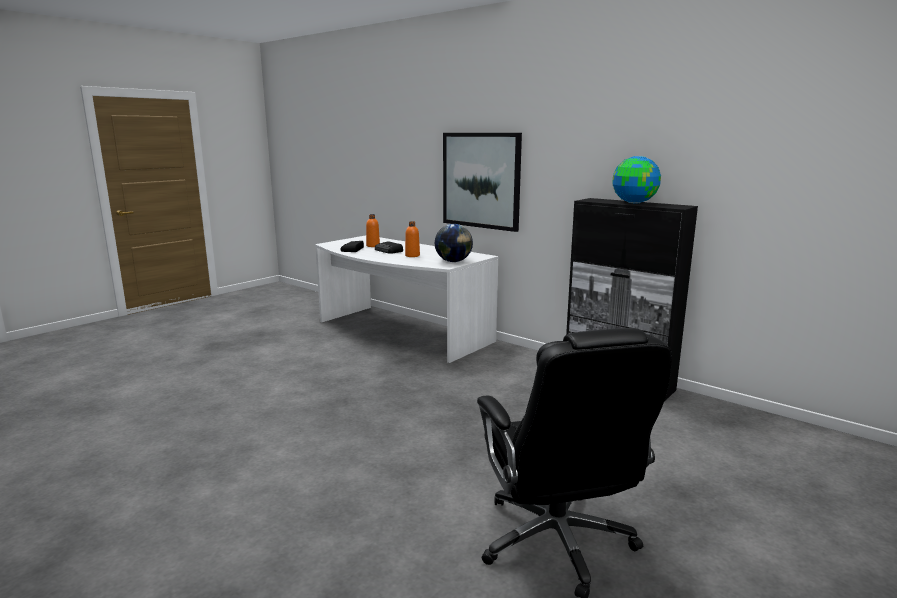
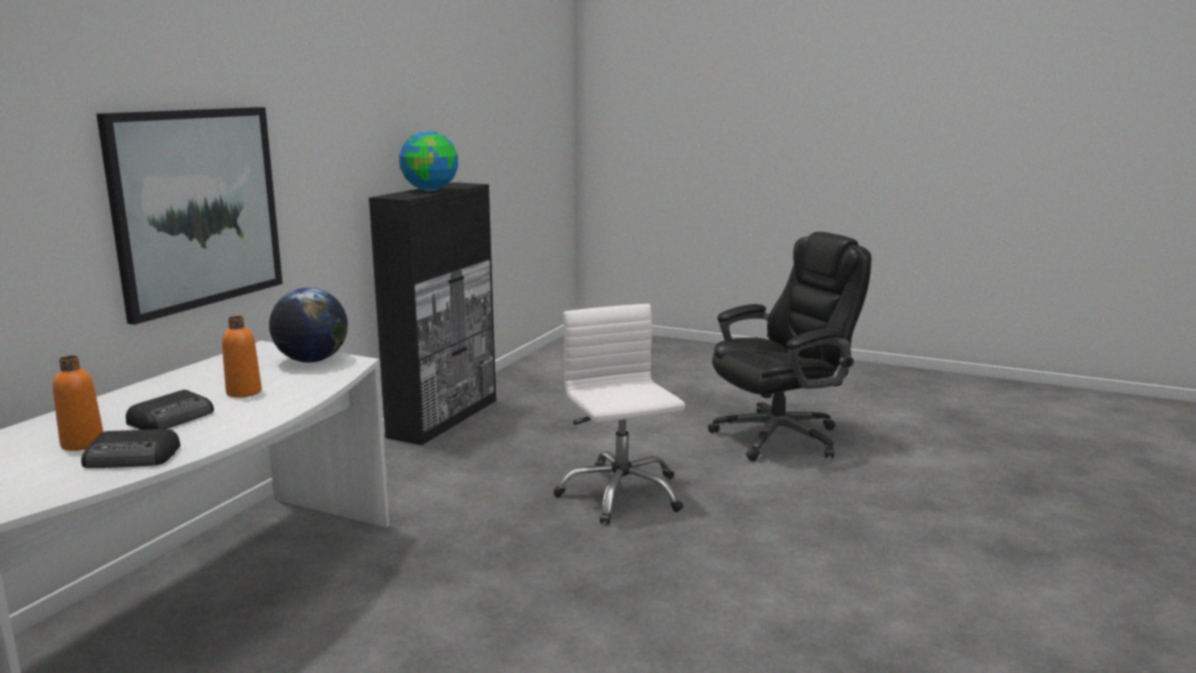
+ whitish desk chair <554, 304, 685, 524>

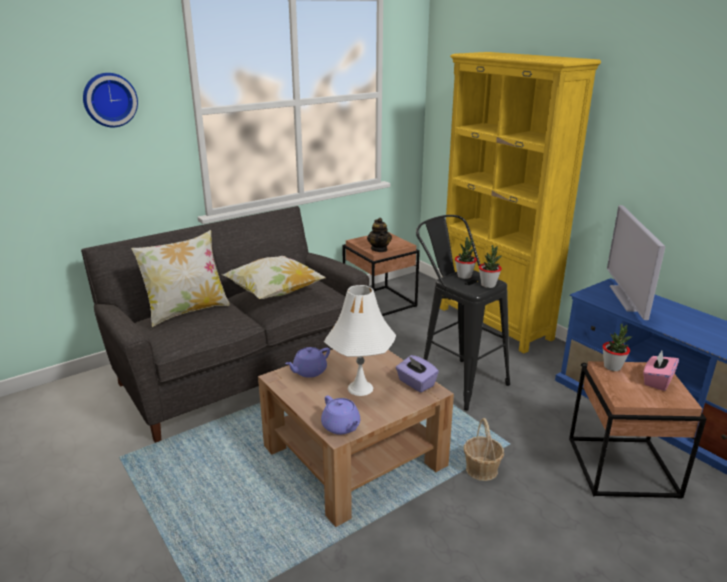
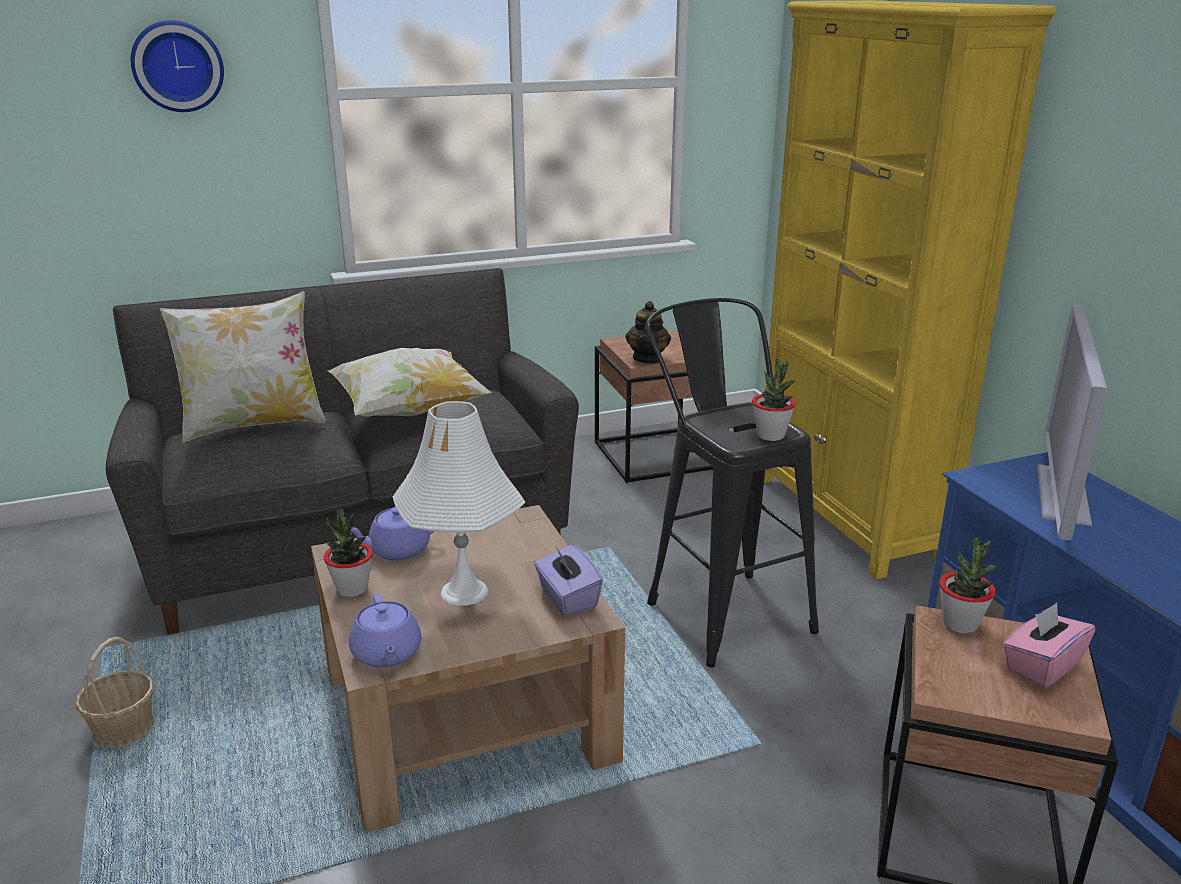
~ houseplant <455, 237, 477, 279> to <324, 509, 373, 597>
~ basket <464, 418, 504, 481> to <76, 637, 154, 747>

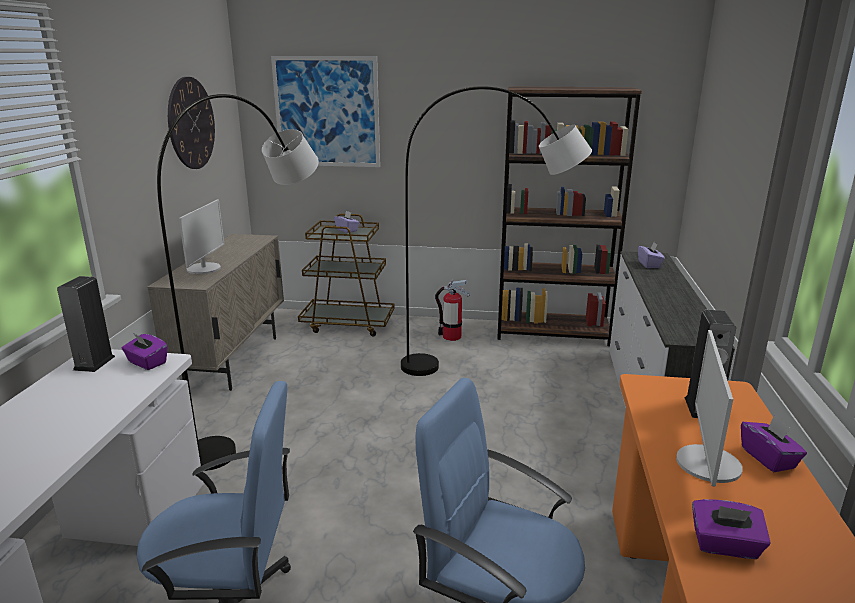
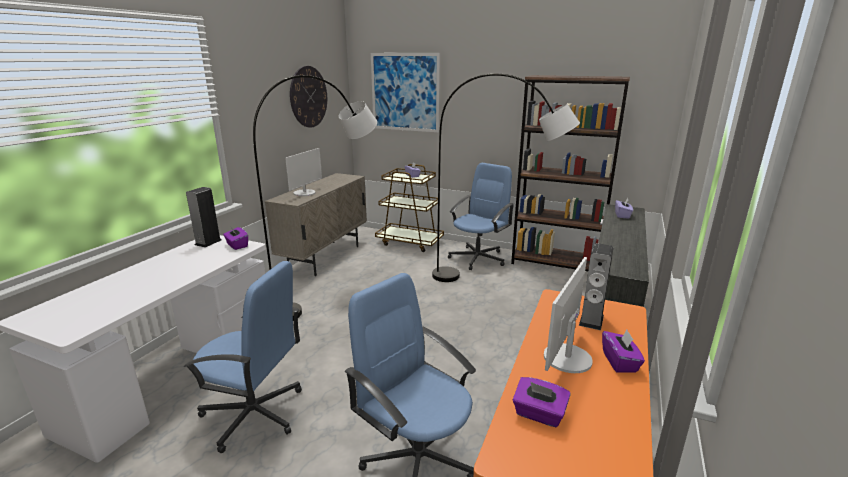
~ extinguisher <435, 280, 470, 341> to blue desk chair <448, 163, 514, 270>

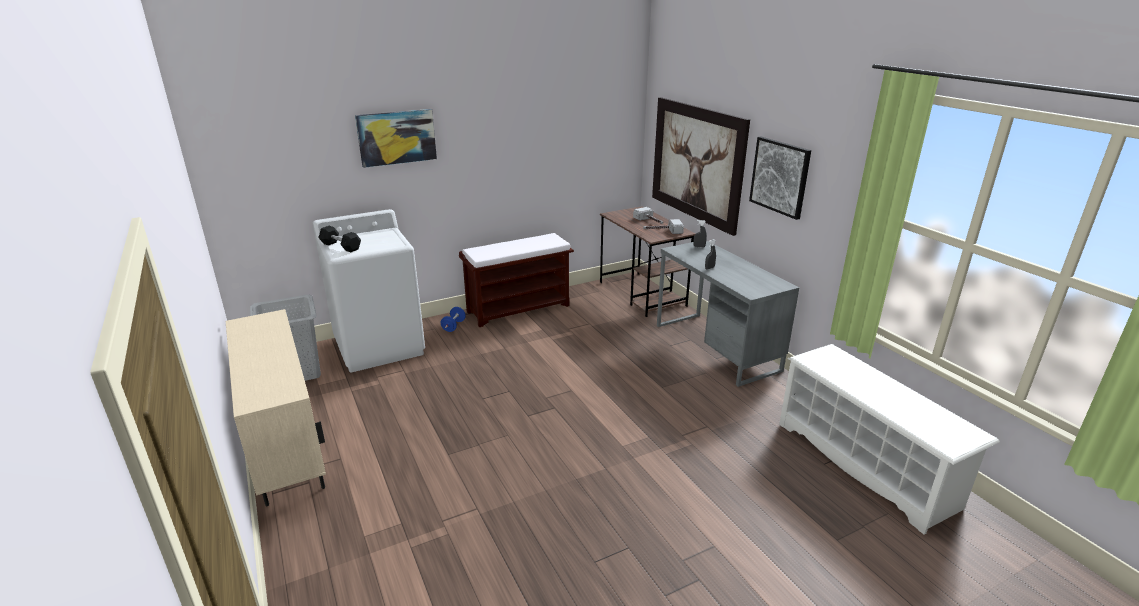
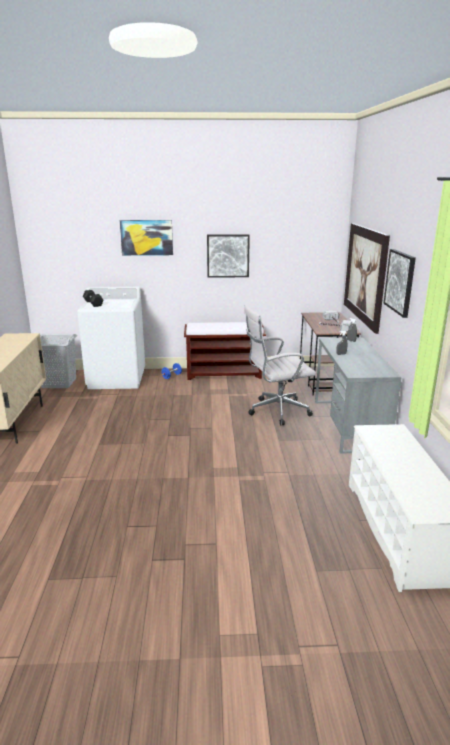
+ wall picture <207, 234, 250, 278>
+ whitish desk chair <244, 305, 316, 425>

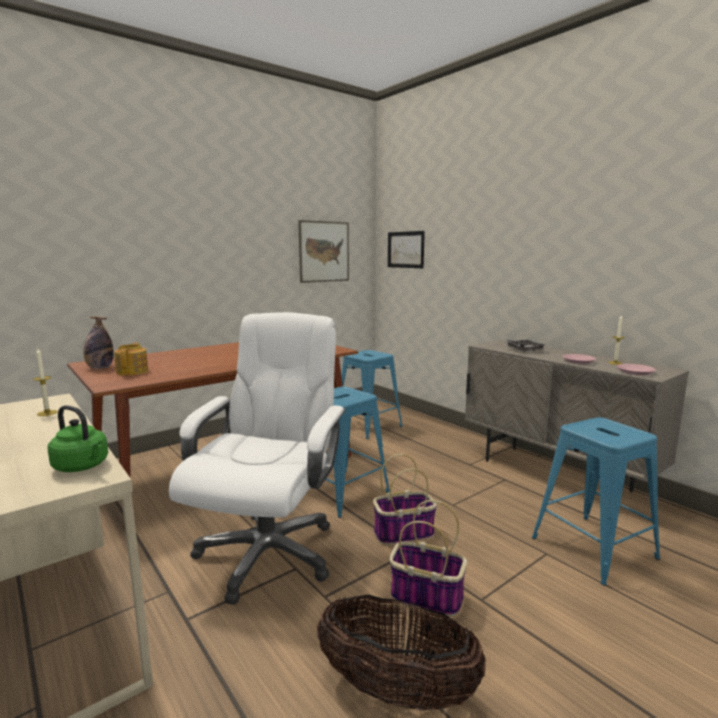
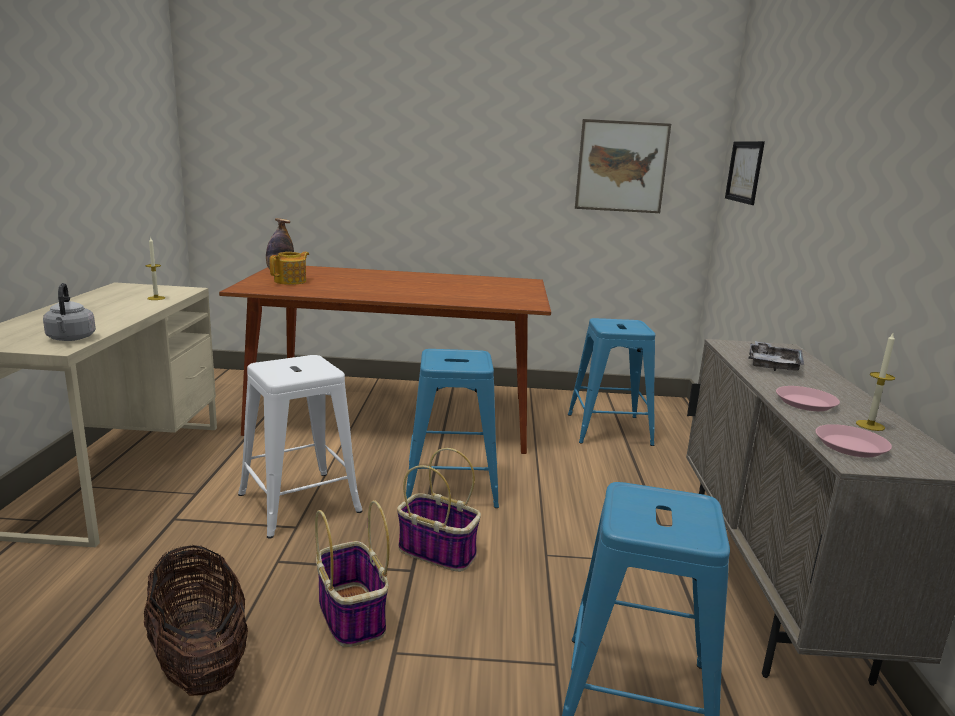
~ whitish desk chair <169, 312, 346, 605> to whitish sitting stool <238, 355, 363, 539>
~ green tea kettle <47, 405, 108, 472> to gray tea kettle <43, 283, 96, 341>

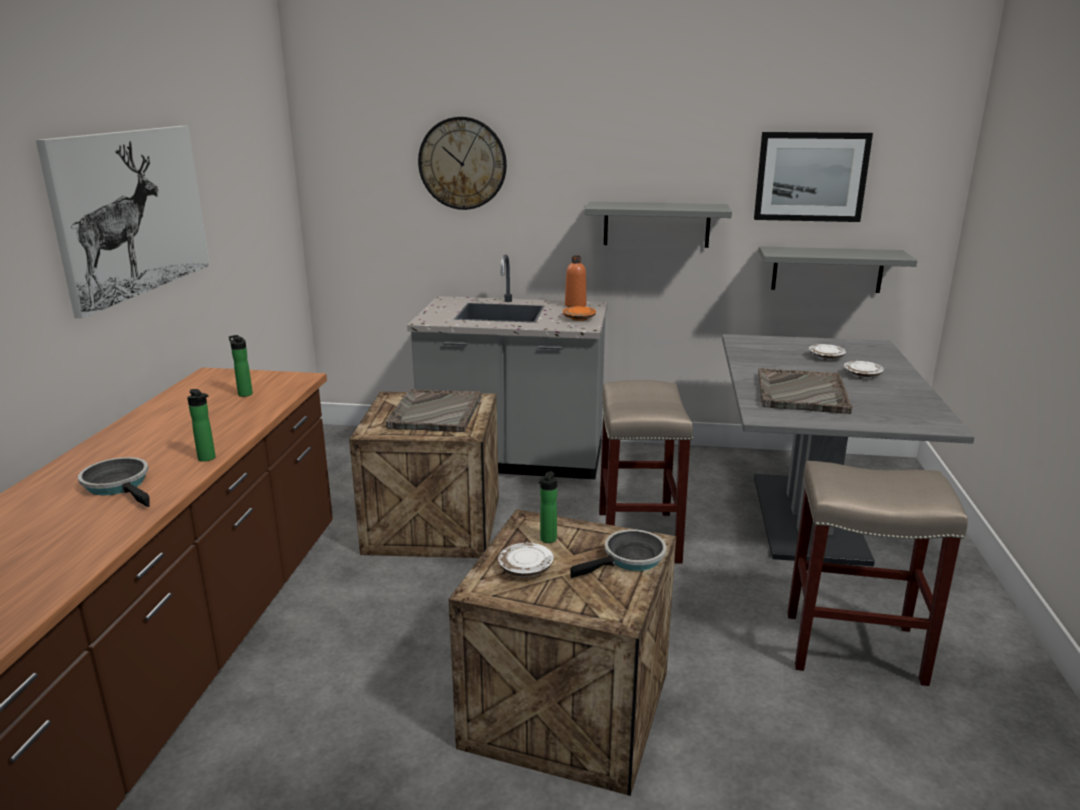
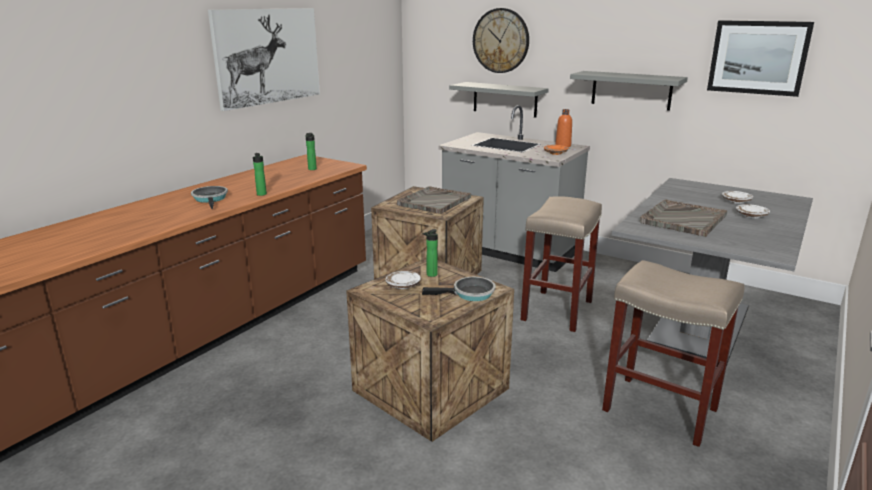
~ gray shelf <759, 246, 917, 293> to <449, 82, 549, 118>

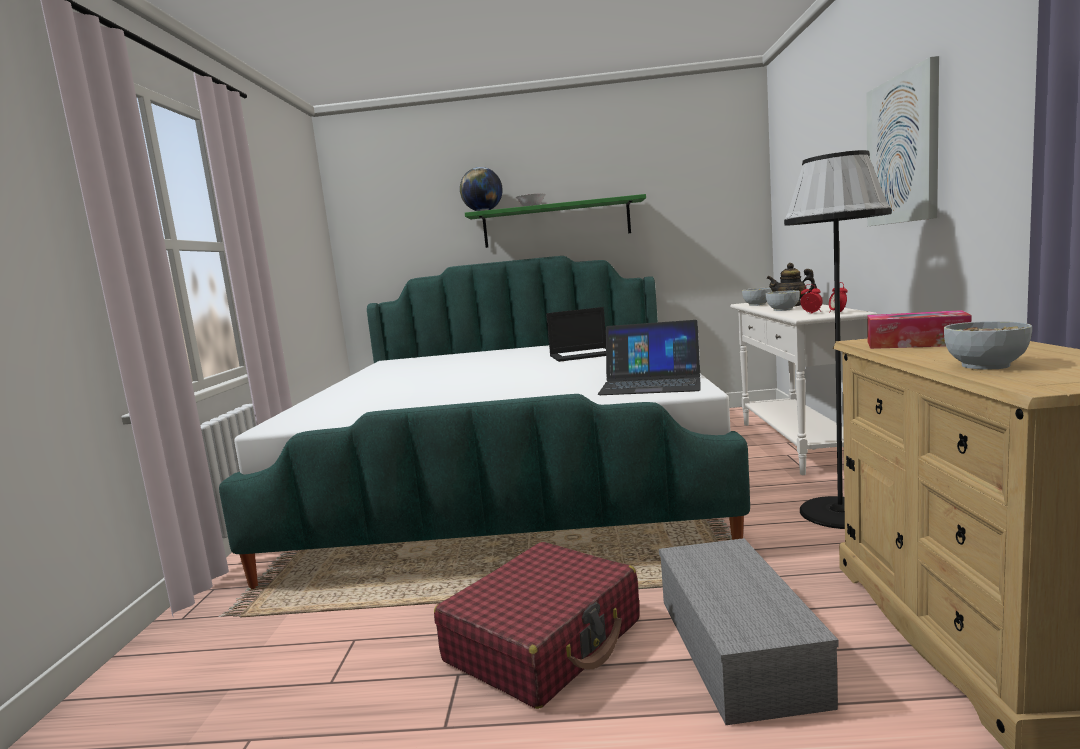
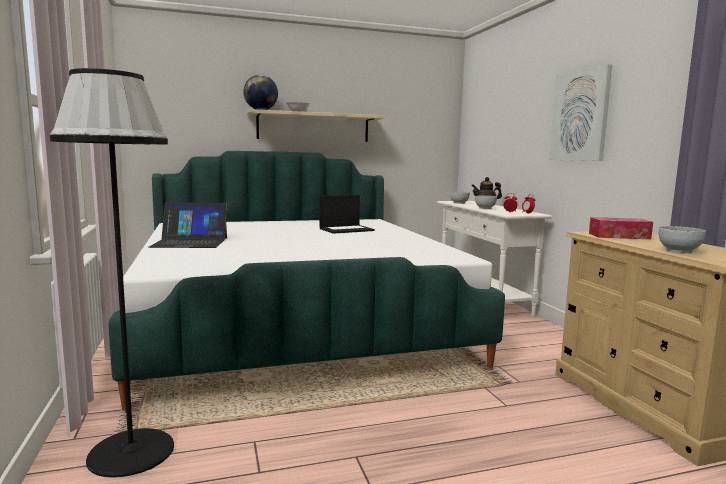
- red suitcase <434, 542, 640, 709>
- gray storage container <659, 538, 839, 725>
~ portable computer <598, 320, 701, 395> to <149, 202, 227, 248>
~ black floor lamp <784, 150, 891, 529> to <50, 68, 174, 478>
~ green shelf <465, 194, 646, 248> to sand-coloured shelf <246, 109, 385, 142>

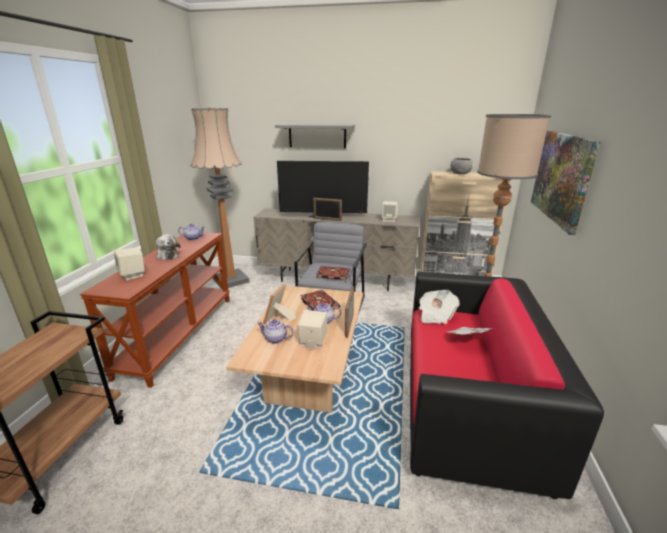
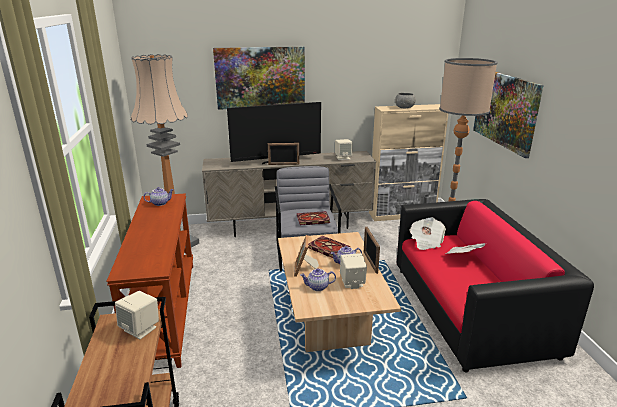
- soft toy <156, 234, 180, 260>
~ sand-coloured speaker <114, 248, 145, 280> to <115, 291, 159, 339>
~ gray shelf <275, 124, 355, 148> to wall picture <213, 46, 305, 110>

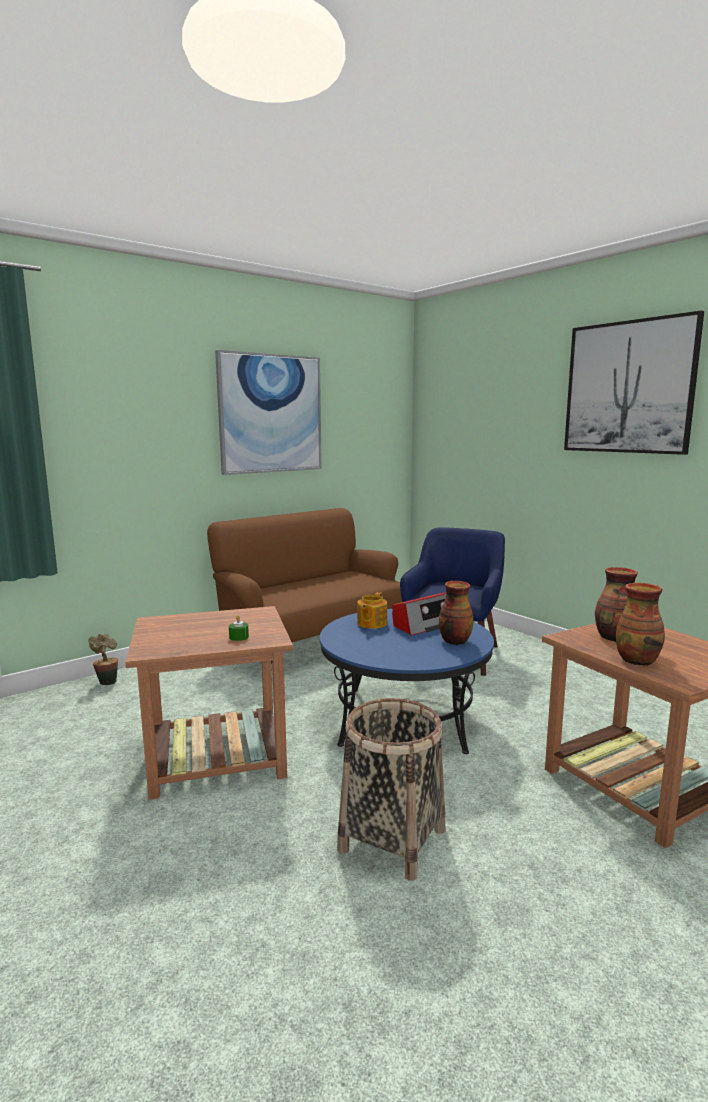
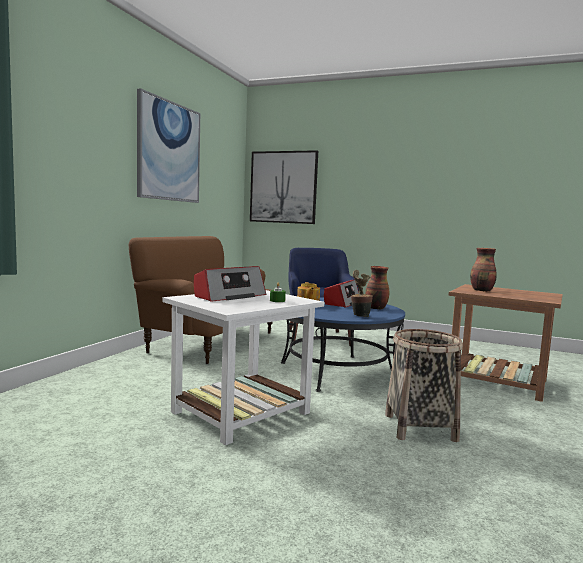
- flower vase <616, 583, 665, 666>
+ radio set <194, 266, 266, 302>
~ houseplant <88, 634, 118, 686> to <351, 270, 373, 317>
~ wall picture <564, 310, 704, 455> to <250, 150, 318, 224>
~ brown side table <125, 606, 293, 800> to whitish side table <162, 290, 324, 445>

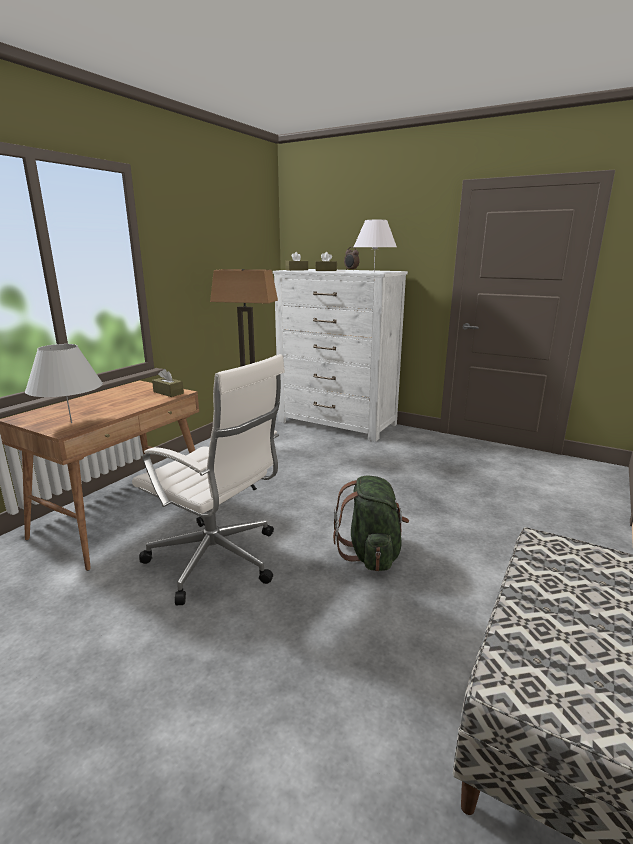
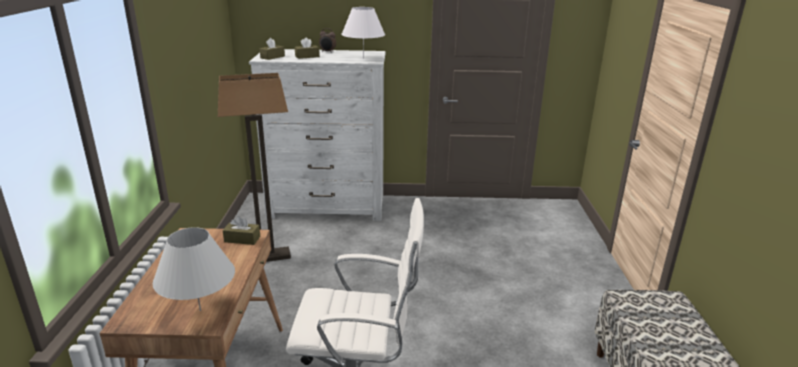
- green knapsack <333, 475, 409, 571>

